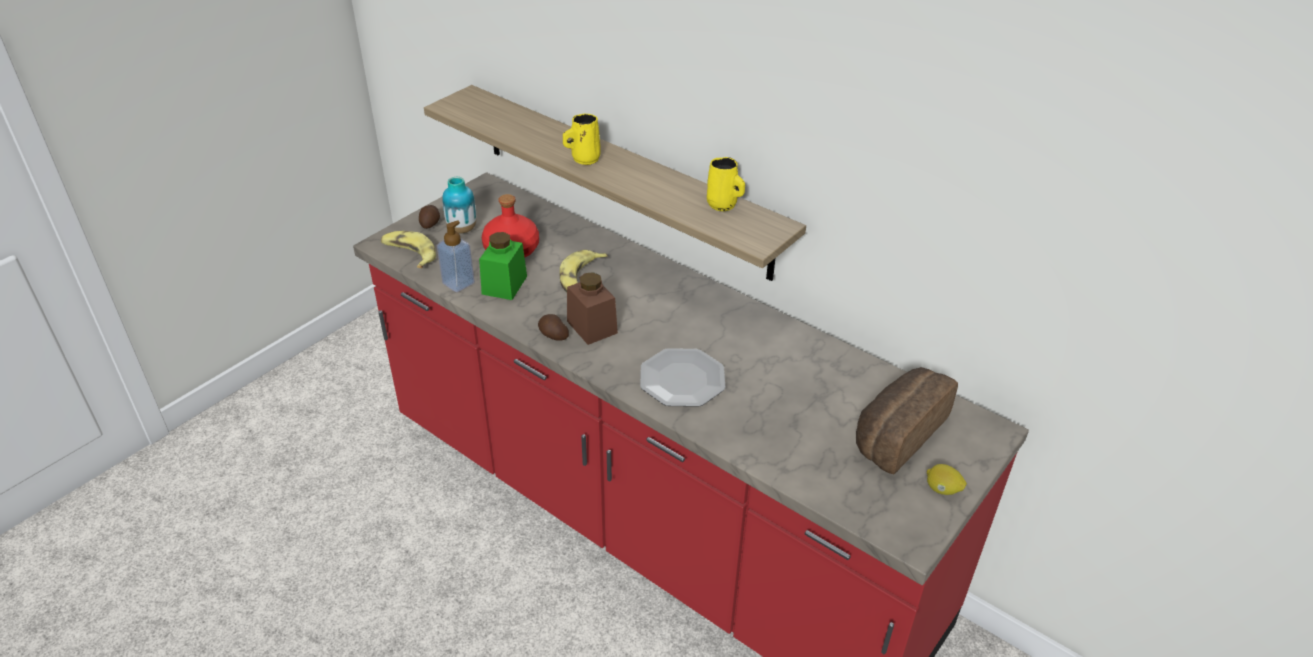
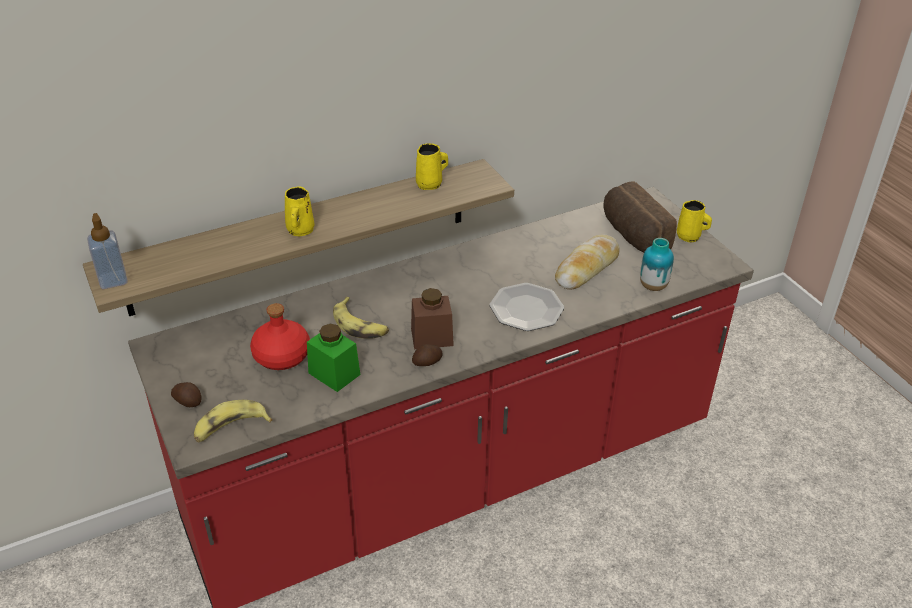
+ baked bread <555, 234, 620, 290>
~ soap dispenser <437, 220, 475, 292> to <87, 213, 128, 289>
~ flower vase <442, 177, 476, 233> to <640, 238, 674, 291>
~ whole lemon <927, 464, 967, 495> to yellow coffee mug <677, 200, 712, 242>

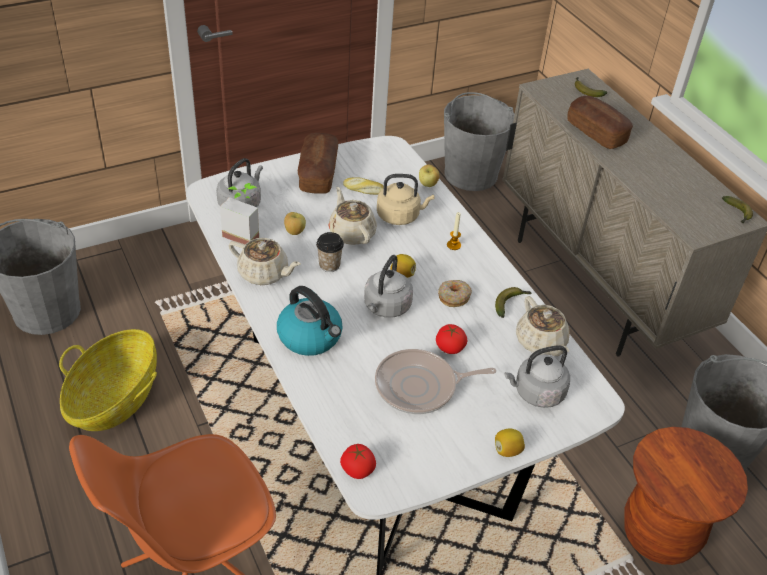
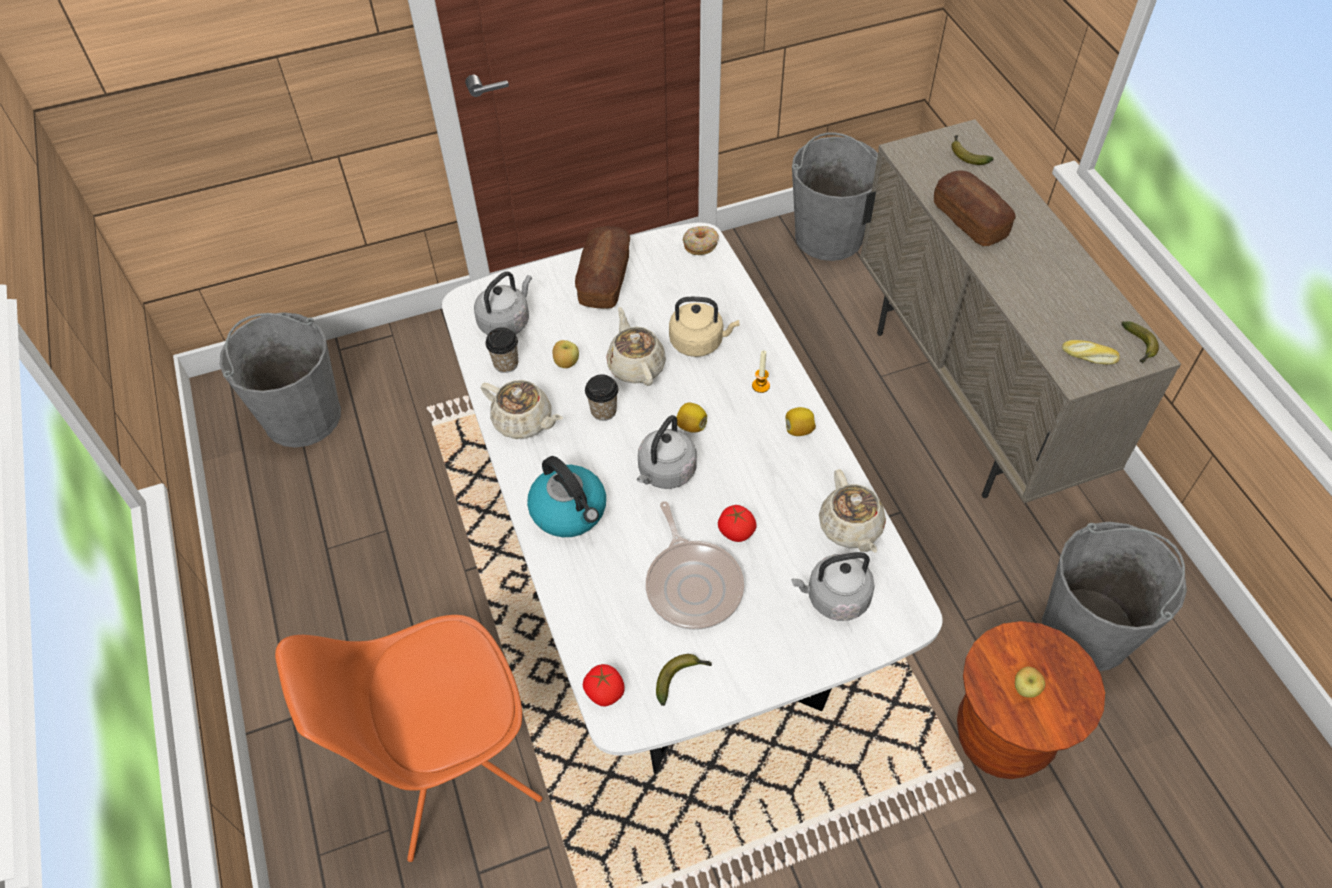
- basket <59, 329, 157, 431>
~ baked bread <343, 177, 384, 195> to <1062, 340, 1120, 365>
~ apple <419, 164, 439, 187> to <1015, 667, 1045, 698>
~ ring doughnut <438, 280, 472, 307> to <683, 226, 719, 255>
~ banana fruit <495, 287, 532, 318> to <656, 654, 712, 706>
~ whole lemon <495, 428, 525, 457> to <786, 407, 816, 436>
~ houseplant <220, 183, 259, 244> to drinking cup <485, 327, 518, 373>
~ frying pan <375, 349, 496, 414> = <646, 501, 744, 630> 105 degrees counterclockwise

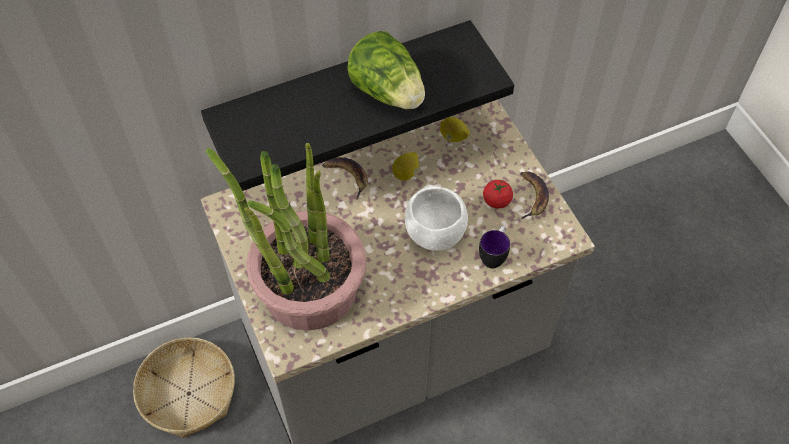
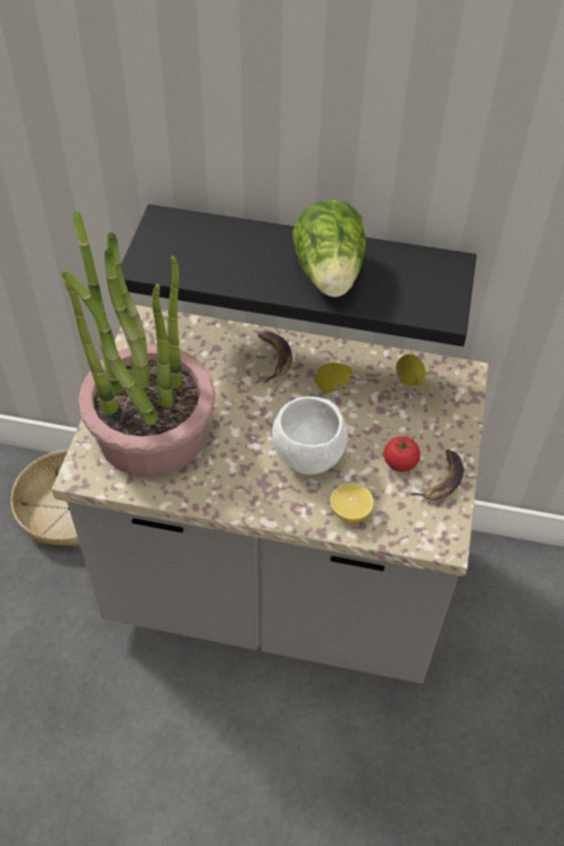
~ coffee mug <479, 226, 510, 269> to whole lemon <330, 483, 374, 522>

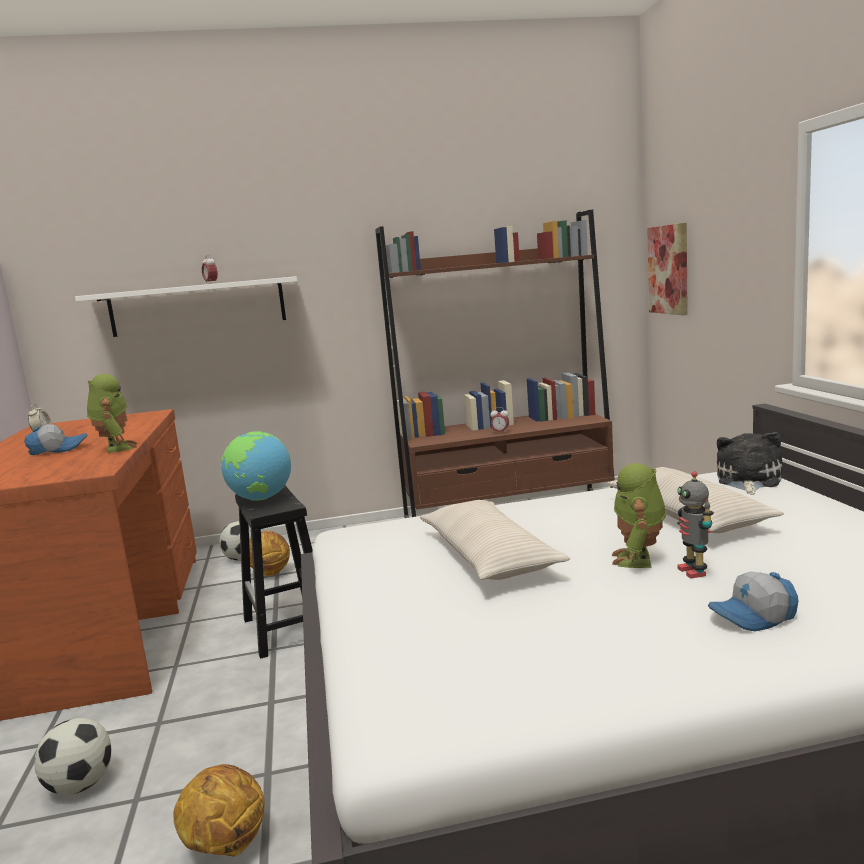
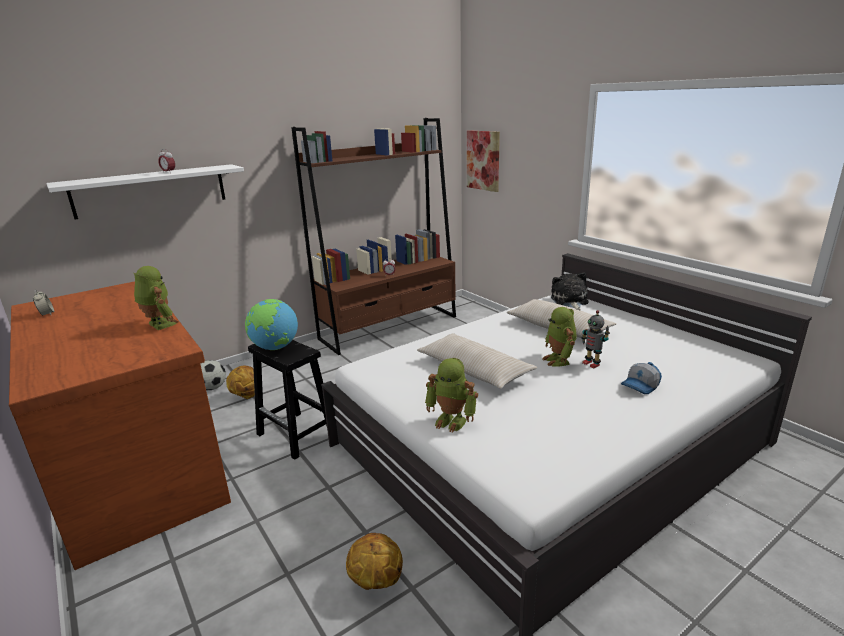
- baseball cap <24, 424, 87, 455>
- football <34, 718, 112, 795>
+ toy robot <425, 358, 478, 433>

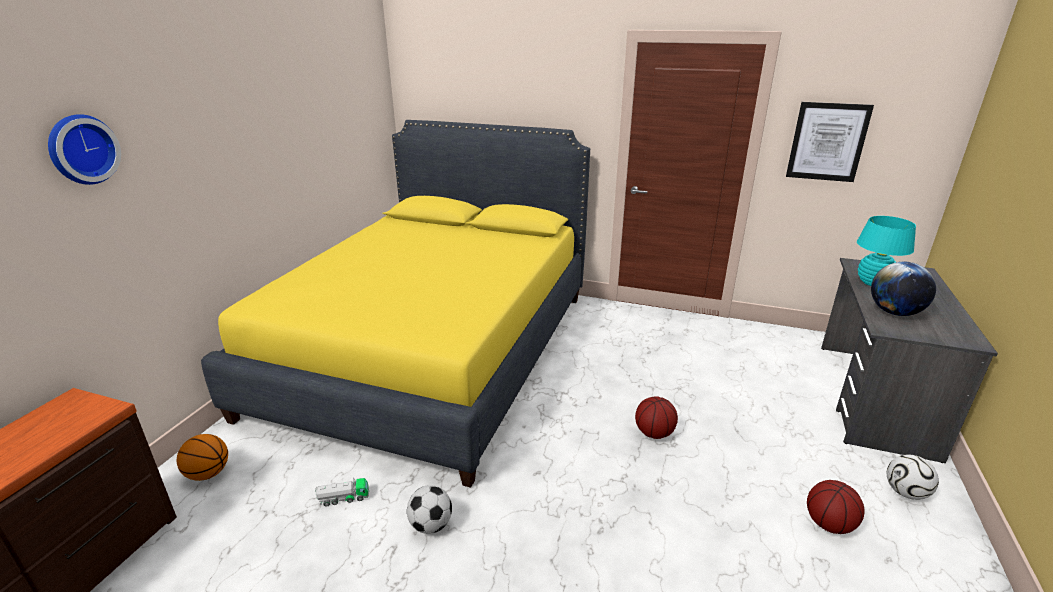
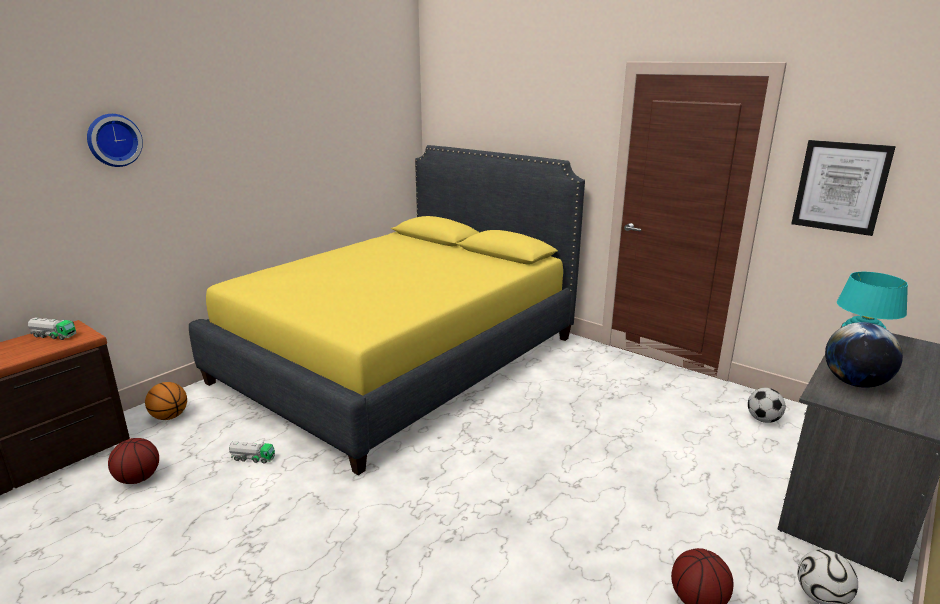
+ toy truck <28, 317, 76, 340>
~ football <407, 485, 452, 534> to <748, 388, 786, 423>
~ basketball <635, 396, 678, 439> to <108, 438, 159, 484>

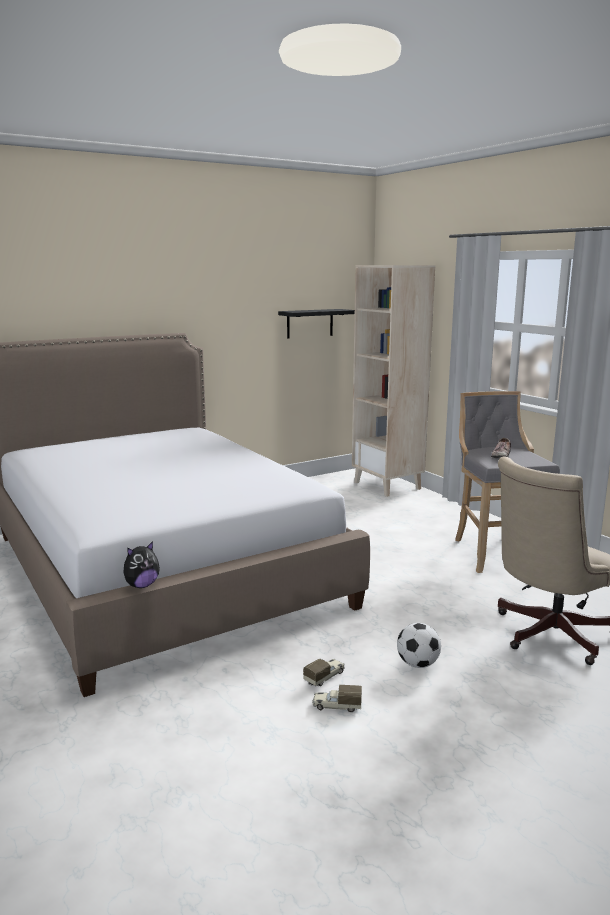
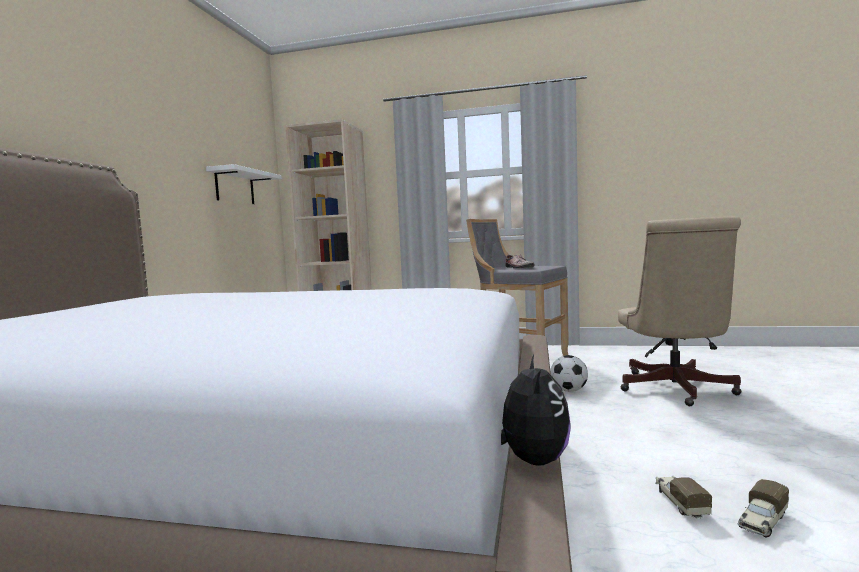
~ football <397, 623, 441, 668> to <551, 355, 588, 392>
~ black shelf <278, 309, 355, 338> to whitish shelf <206, 164, 282, 204>

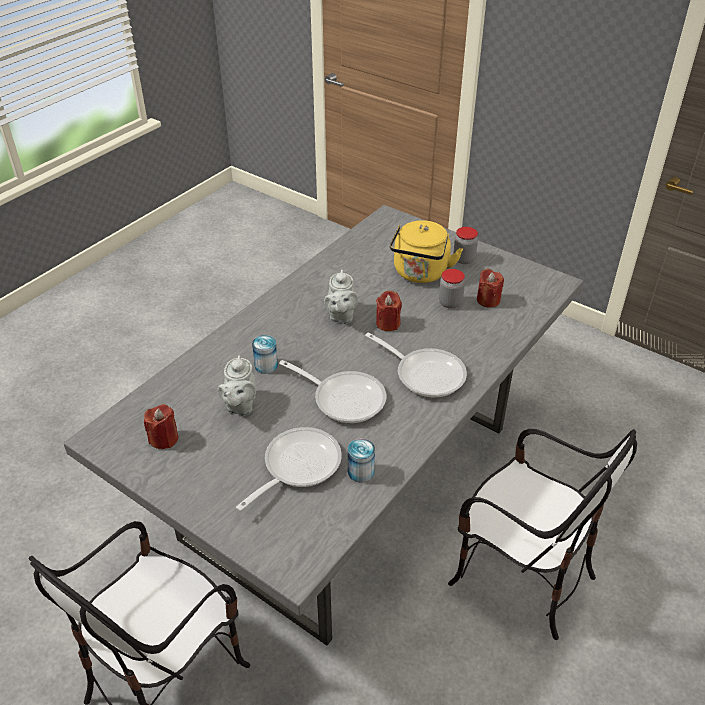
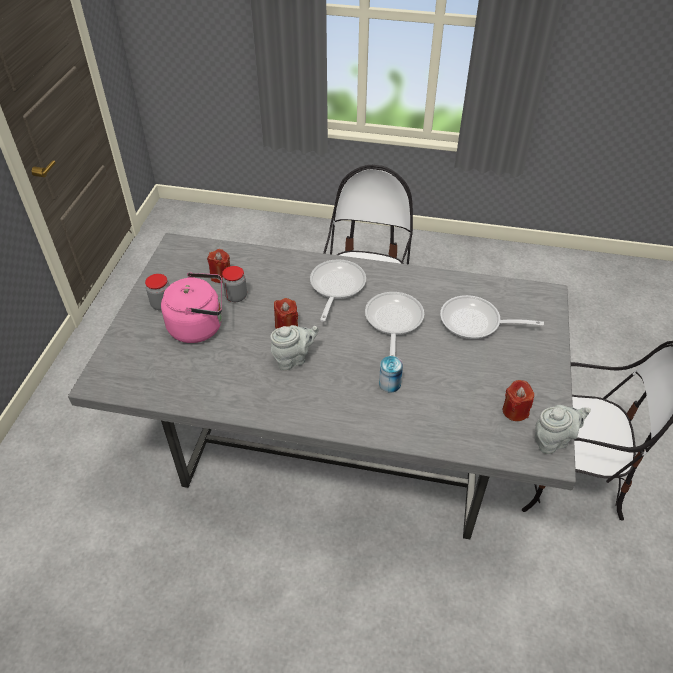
- sealed can <348, 439, 375, 483>
~ gray pot for tea <218, 355, 256, 416> to <535, 405, 591, 454>
~ yellow tea kettle <390, 220, 463, 283> to pink-coloured tea kettle <161, 273, 222, 343>

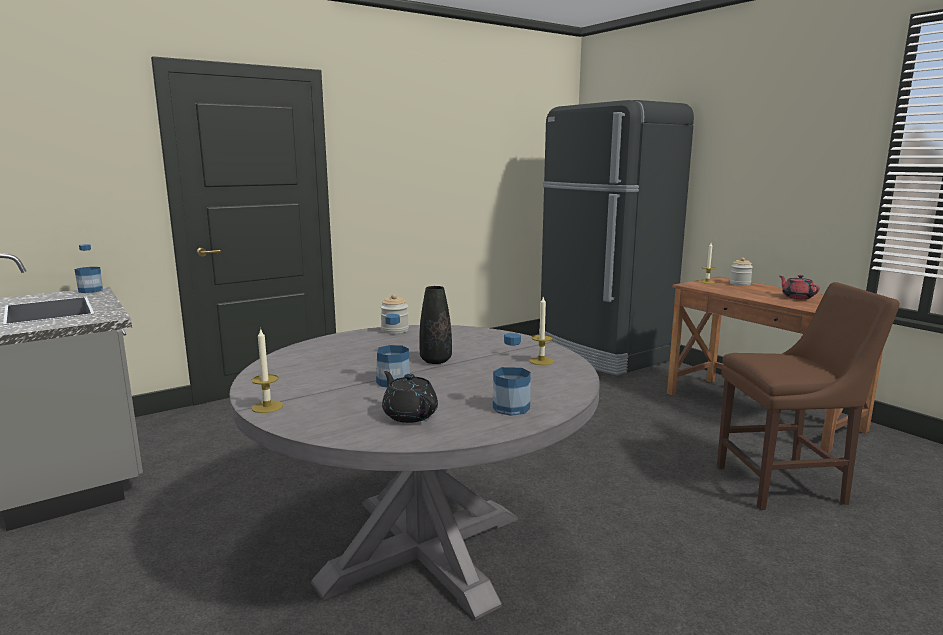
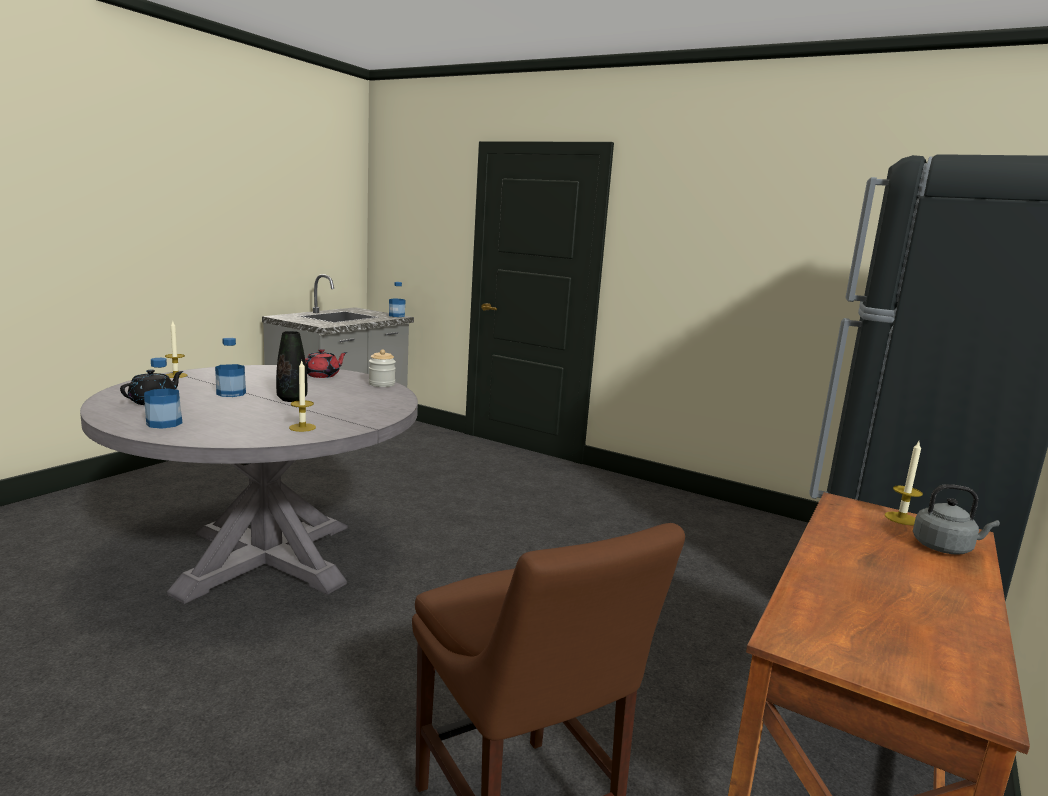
~ red pot for tea <780, 275, 820, 300> to <305, 349, 347, 378>
~ preserve jar <730, 257, 753, 286> to gray tea kettle <913, 484, 1000, 555>

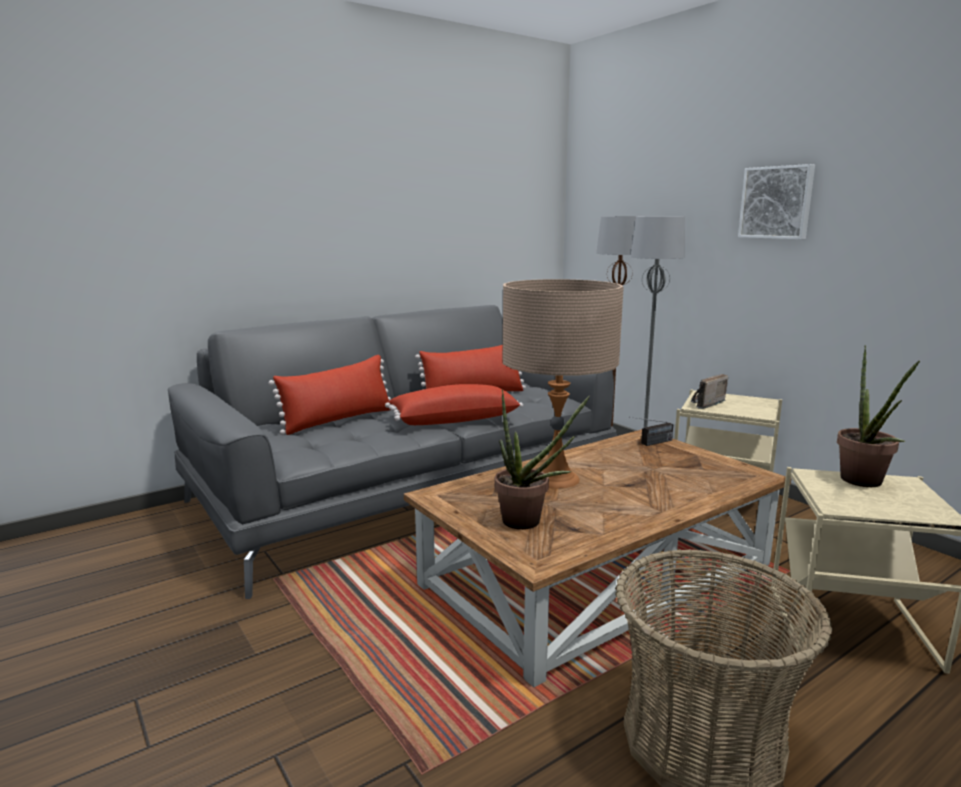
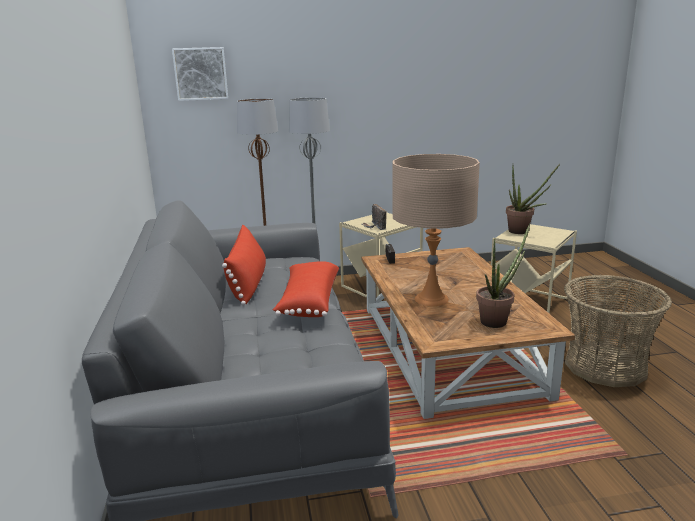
- red throw pillow <268, 355, 391, 435>
~ wall picture <738, 164, 815, 239> to <172, 47, 228, 101>

